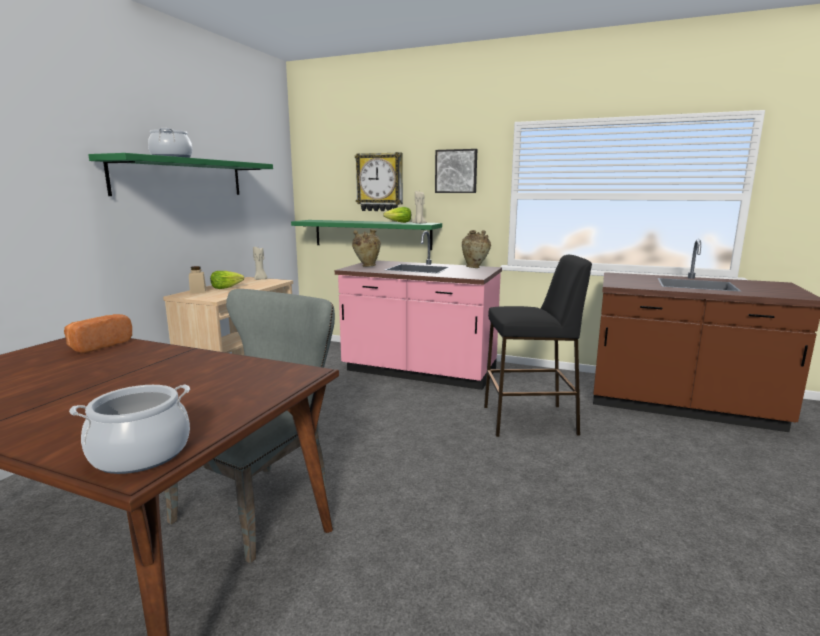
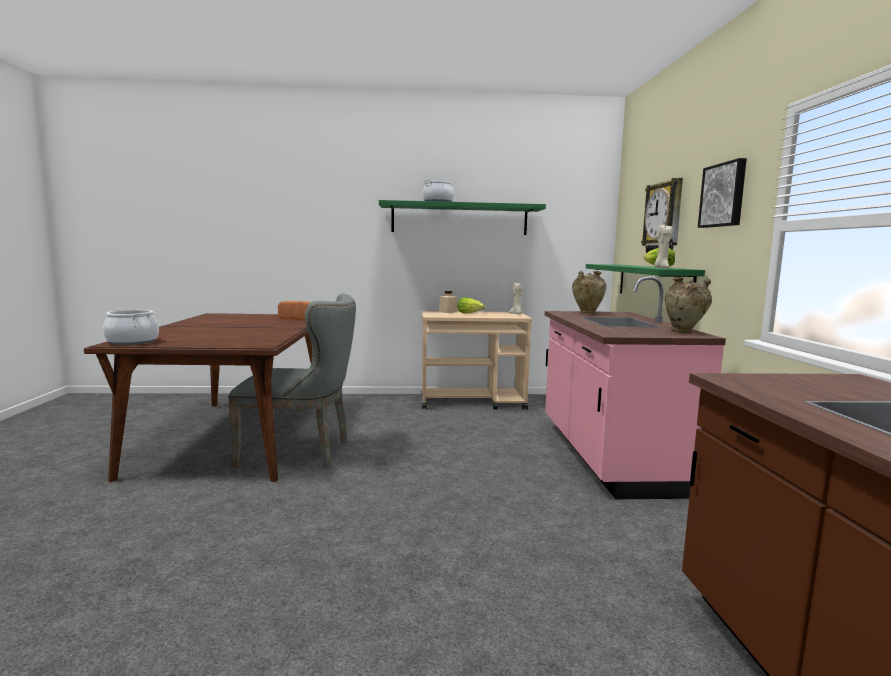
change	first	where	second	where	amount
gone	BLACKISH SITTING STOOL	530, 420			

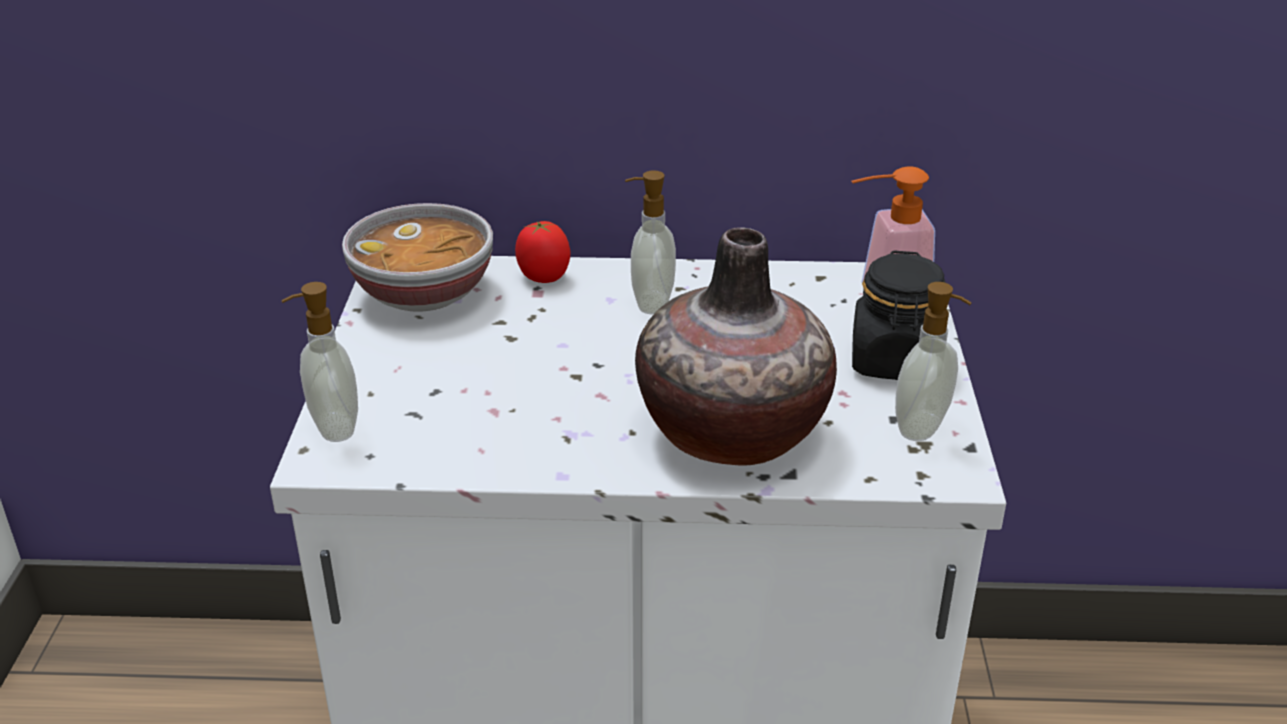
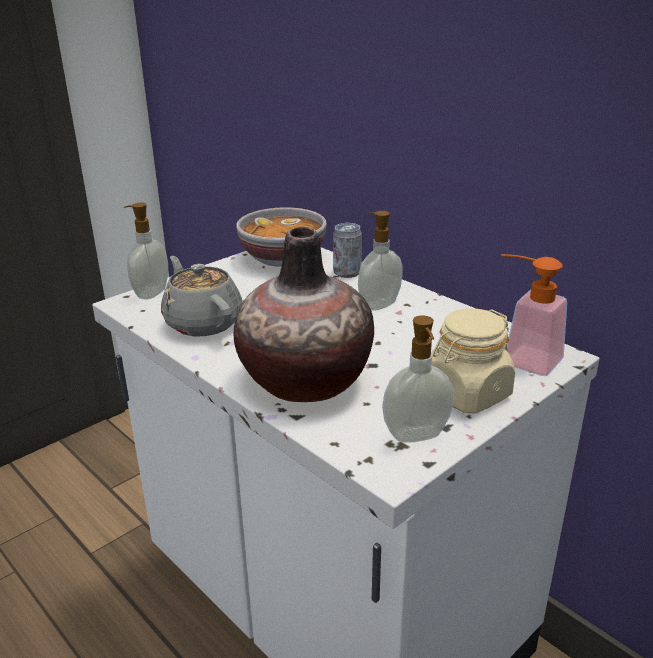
change	first	where	second	where	amount
swapped	FRESH TOMATO	543, 277	METAL CAN	347, 272	
repainted	BLACKISH PRESERVE JAR	895, 361	BEIGE-COLOURED PRESERVE JAR	467, 394	
new			GREY POT FOR TEA	203, 322	

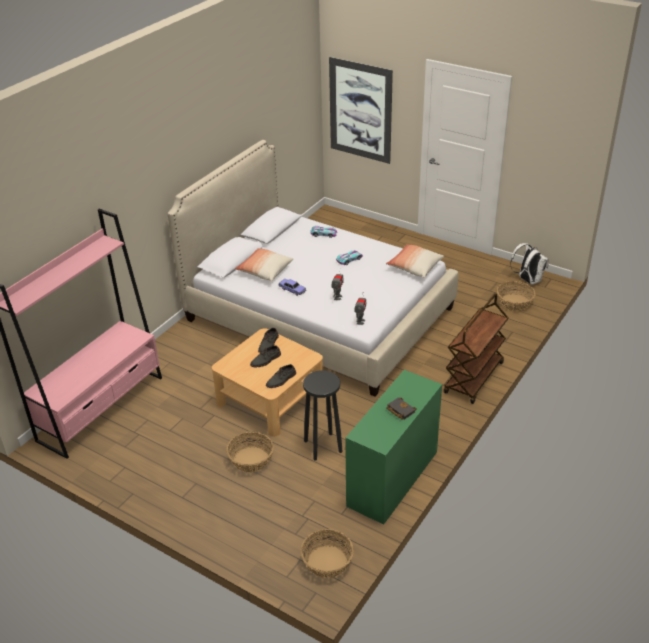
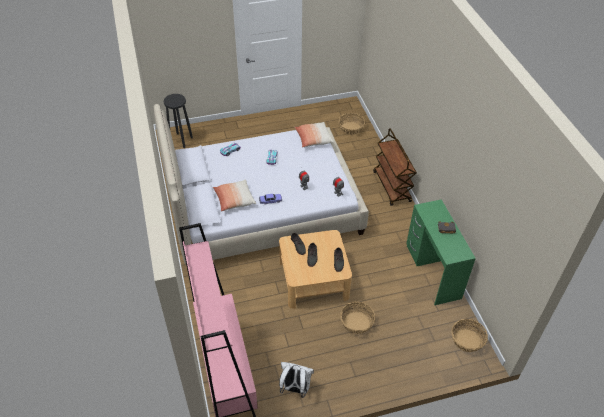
change	first	where	second	where	amount
gone	PICTURE	360, 110			
shifted	WHITISH KNAPSACK	528, 280		295, 388	
shifted	BLACKISH SITTING STOOL	323, 446		181, 140	

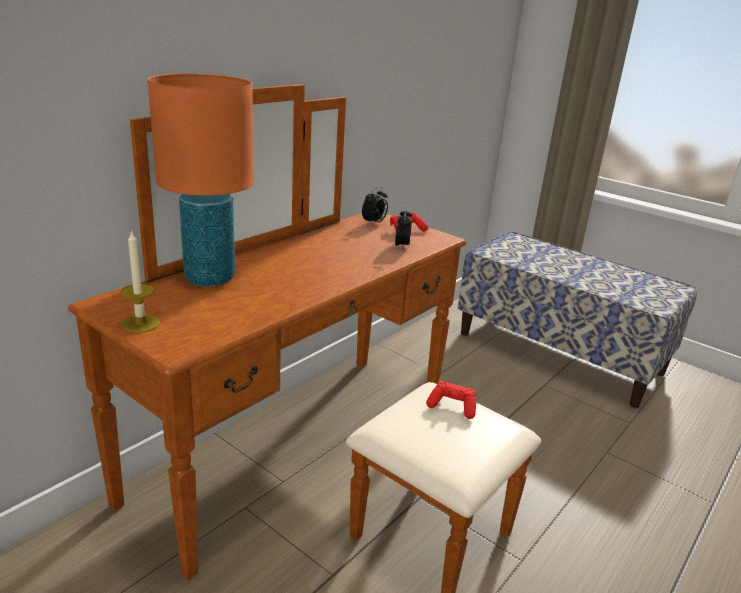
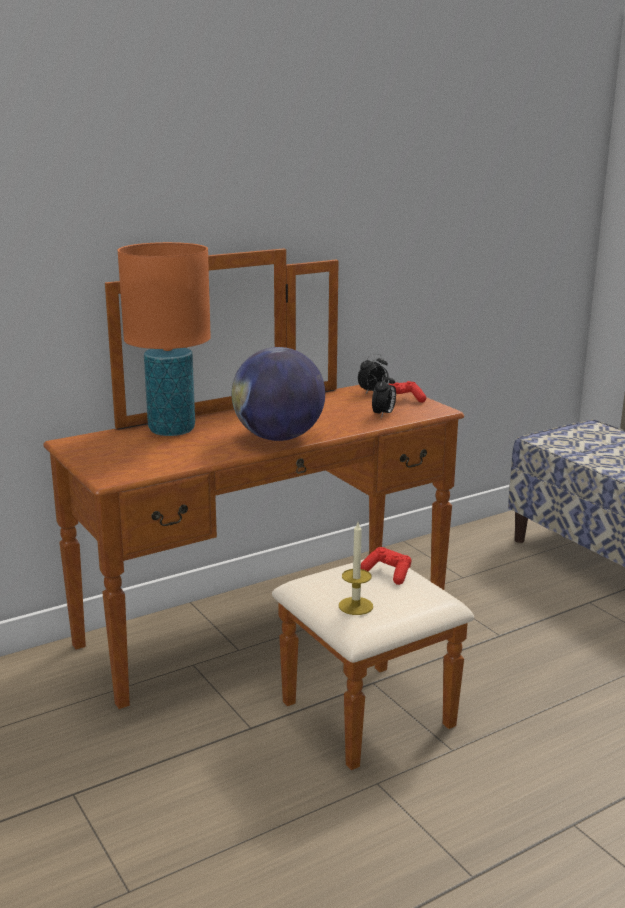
change	first	where	second	where	amount
shifted	CANDLE	140, 323		355, 606	
new			WORLD GLOBE	278, 438	

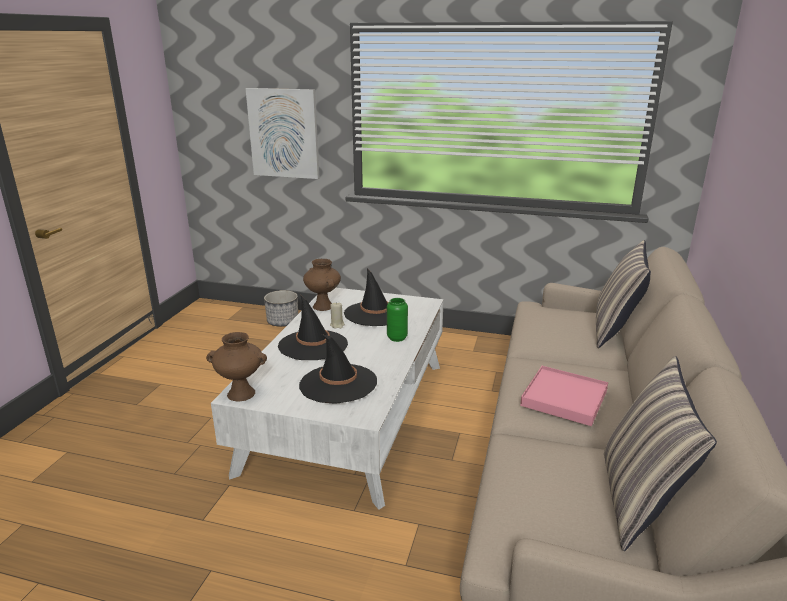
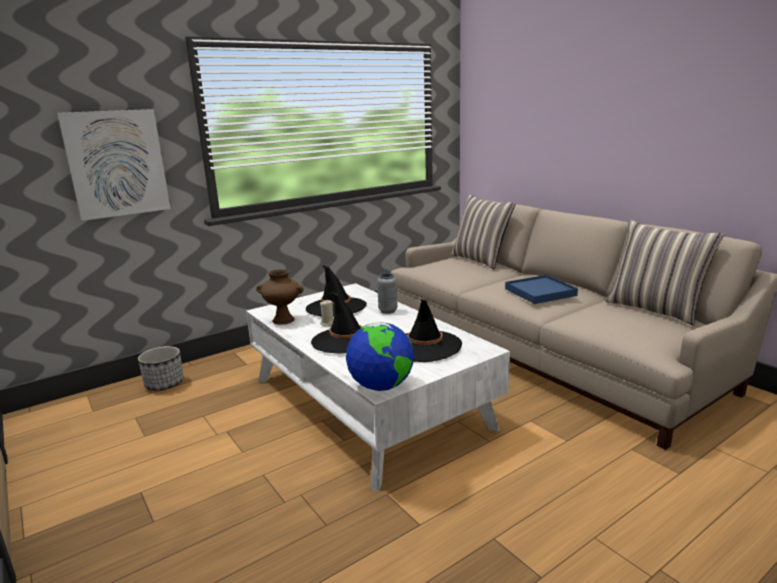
change	first	where	second	where	amount
repainted	GREENISH DECORATIVE VASE	397, 338	GREY DECORATIVE VASE	388, 311	
swapped	BROWN-COLOURED DECORATIVE VASE	242, 393	WORLD GLOBE	381, 386	
repainted	PINK CARRYING TRAY	564, 398	BLUE CARRYING TRAY	540, 292	

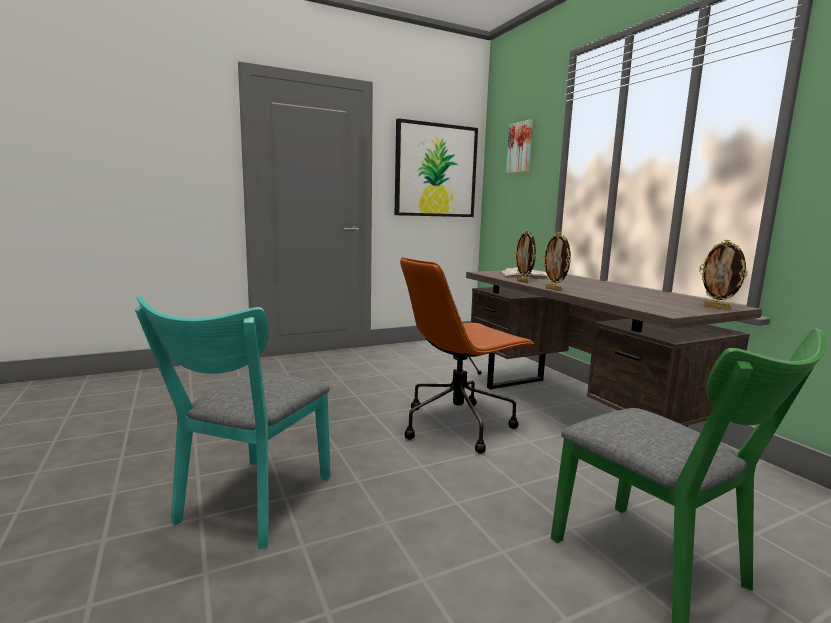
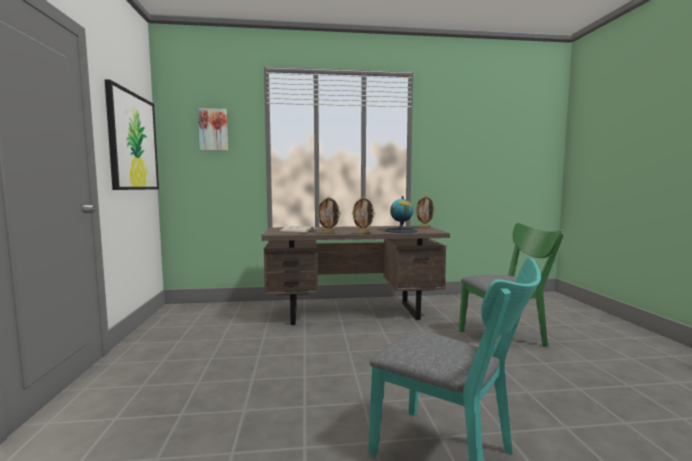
change	first	where	second	where	amount
gone	BROWN-COLOURED COMPUTER CHAIR	458, 424			
new			WORLD GLOBE	401, 231	

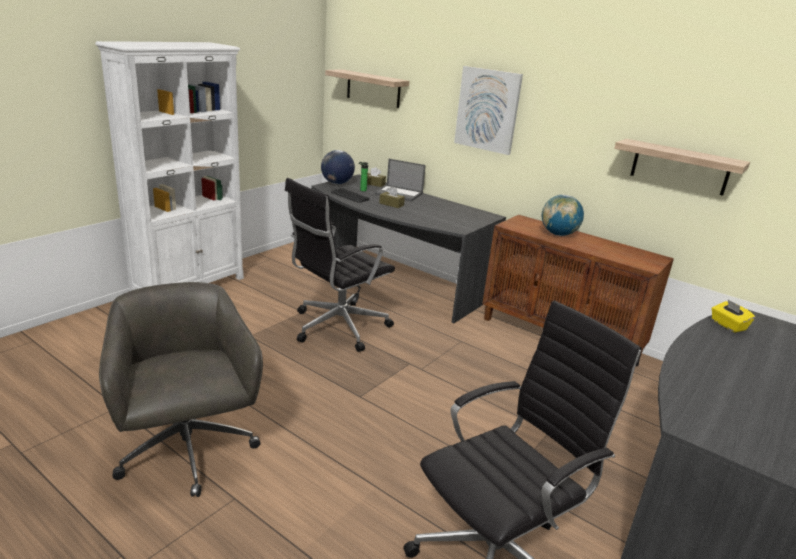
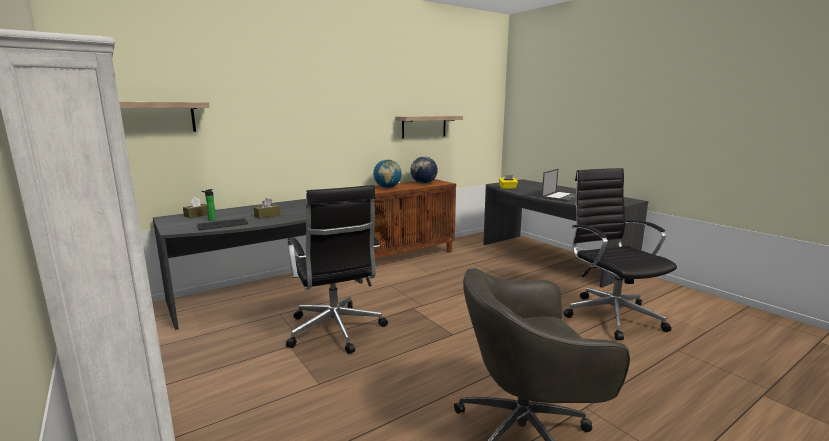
change	first	where	second	where	amount
gone	PICTURE	487, 110			
shifted	WORLD GLOBE	337, 183		423, 183	
shifted	NOTEBOOK COMPUTER	399, 194		561, 197	

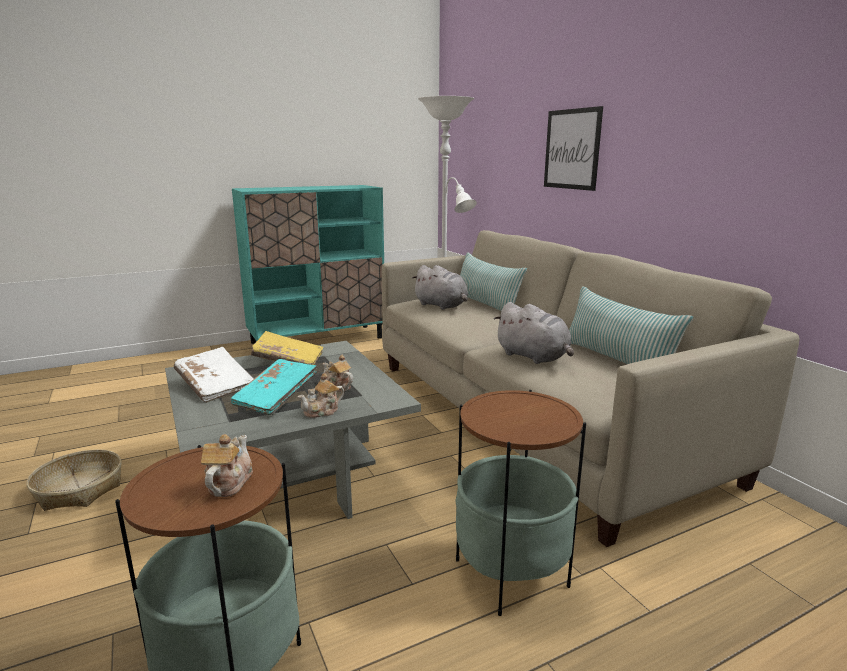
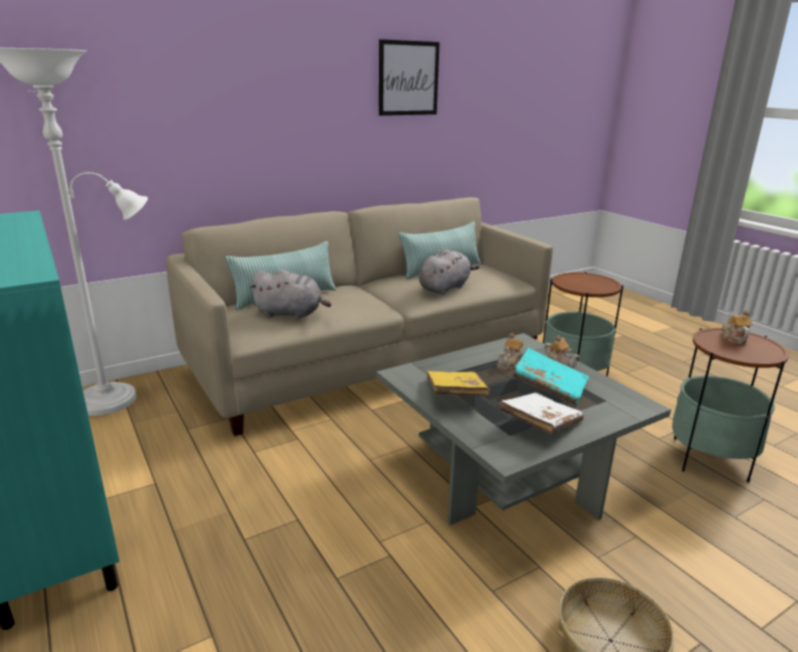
change	first	where	second	where	amount
shifted	PICTURE	572, 149		408, 78	
rotated	GREY PLUSH TOY	442, 306		291, 314	60 degrees clockwise
rotated	POT FOR TEA	228, 483		733, 338	90 degrees clockwise

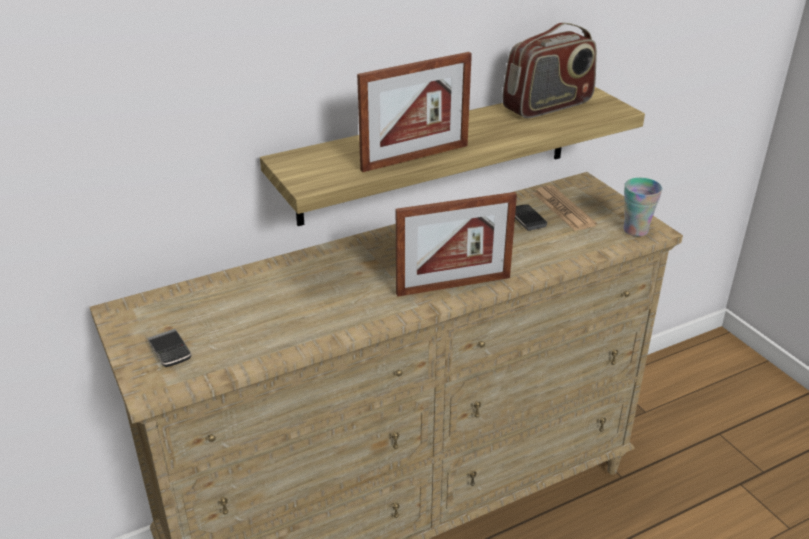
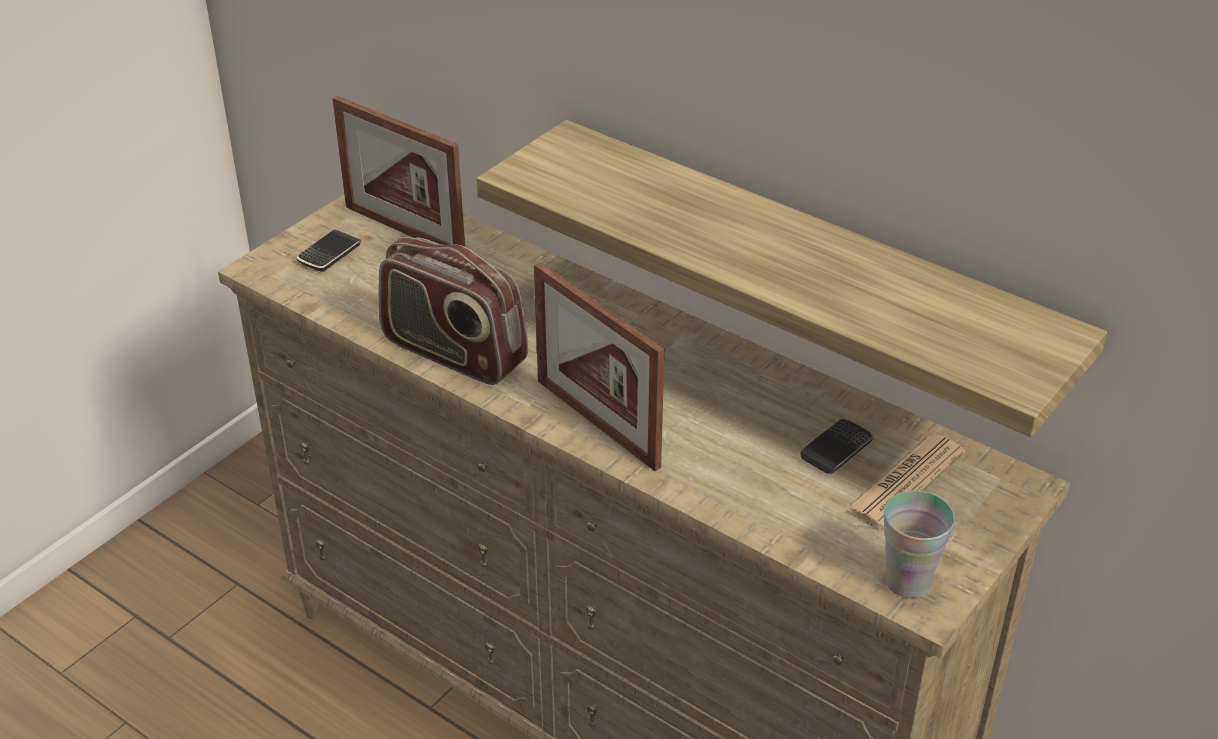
change	first	where	second	where	amount
shifted	RADIO SET	548, 106		453, 352	
shifted	PHOTO FRAME	415, 157		404, 231	

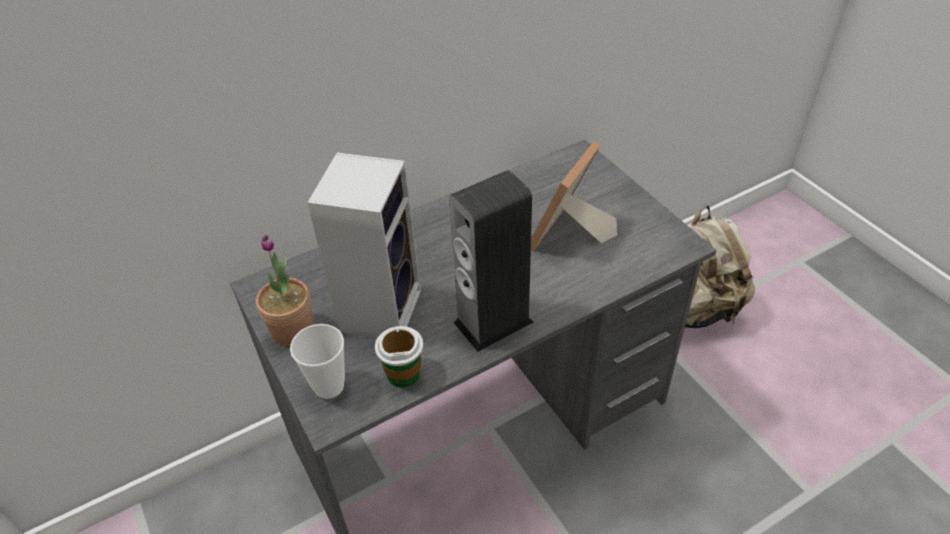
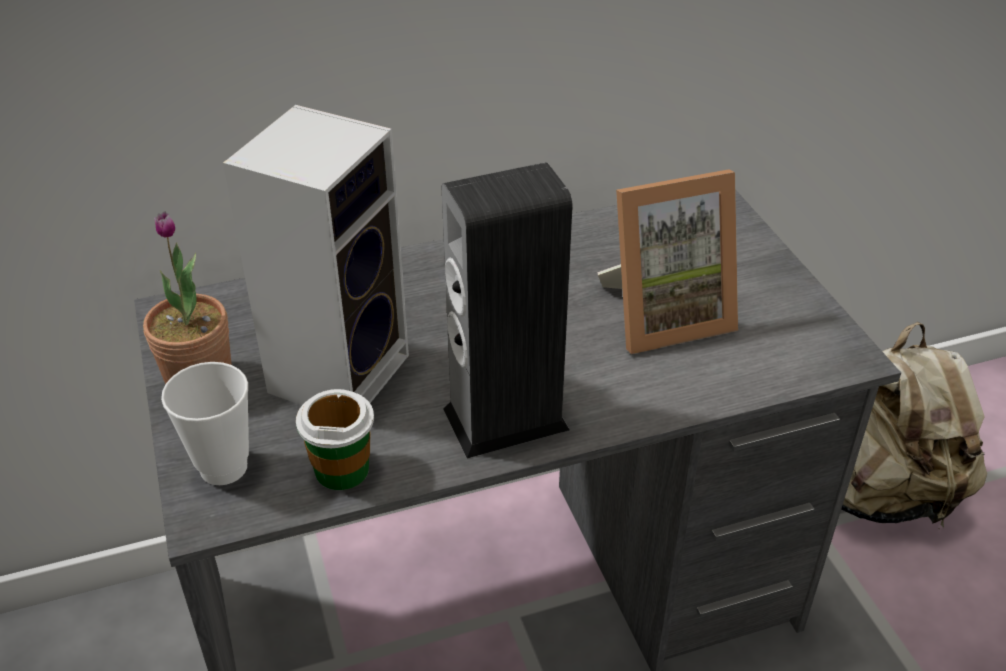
change	first	where	second	where	amount
rotated	PHOTO FRAME	569, 236		664, 315	150 degrees counterclockwise

